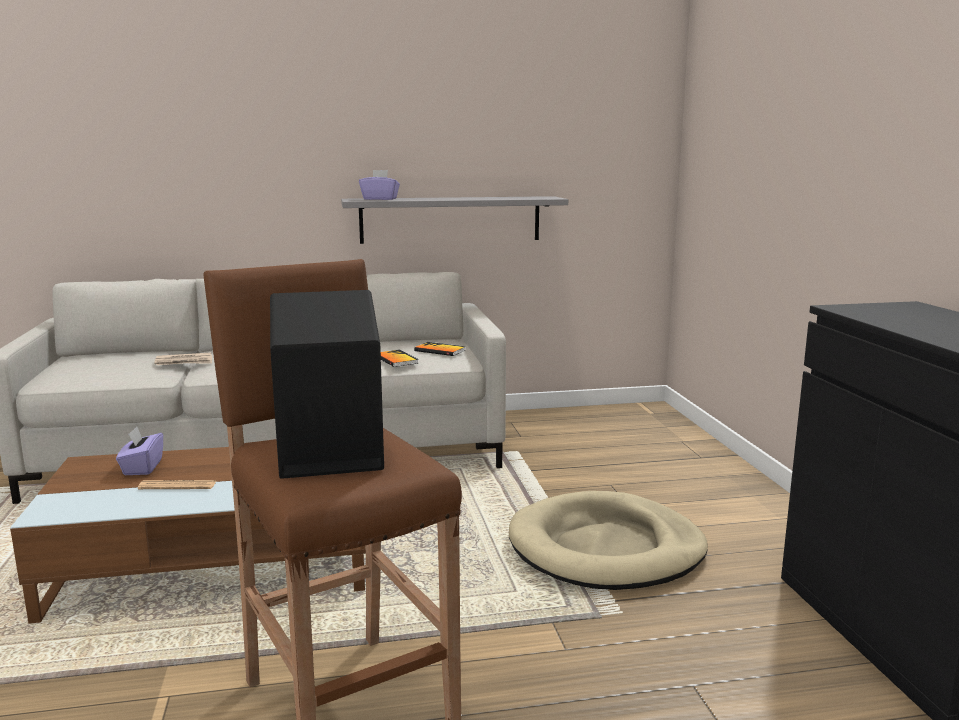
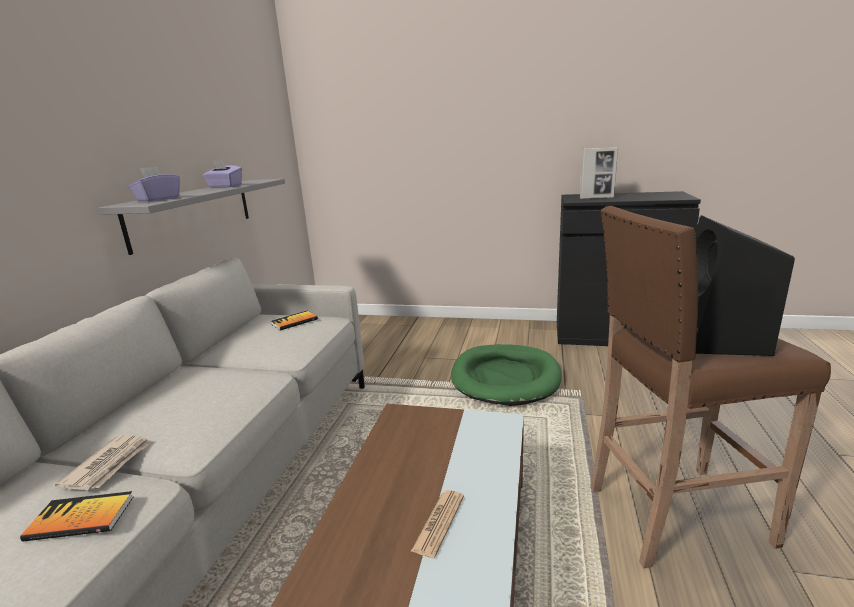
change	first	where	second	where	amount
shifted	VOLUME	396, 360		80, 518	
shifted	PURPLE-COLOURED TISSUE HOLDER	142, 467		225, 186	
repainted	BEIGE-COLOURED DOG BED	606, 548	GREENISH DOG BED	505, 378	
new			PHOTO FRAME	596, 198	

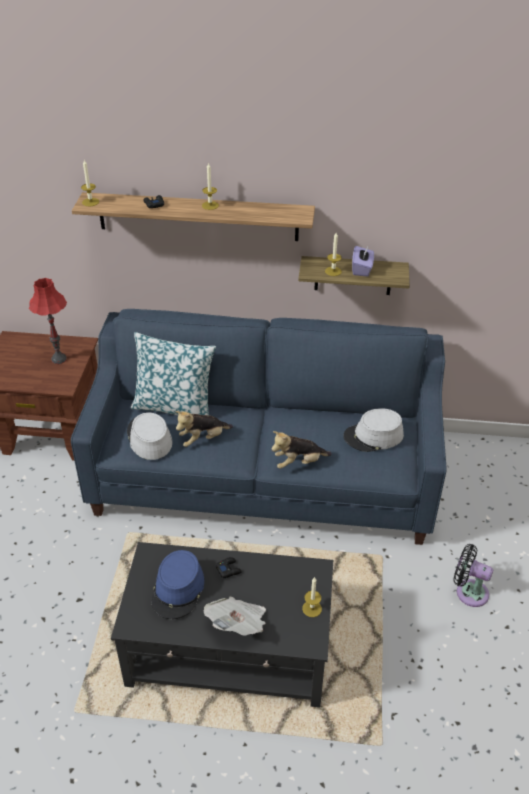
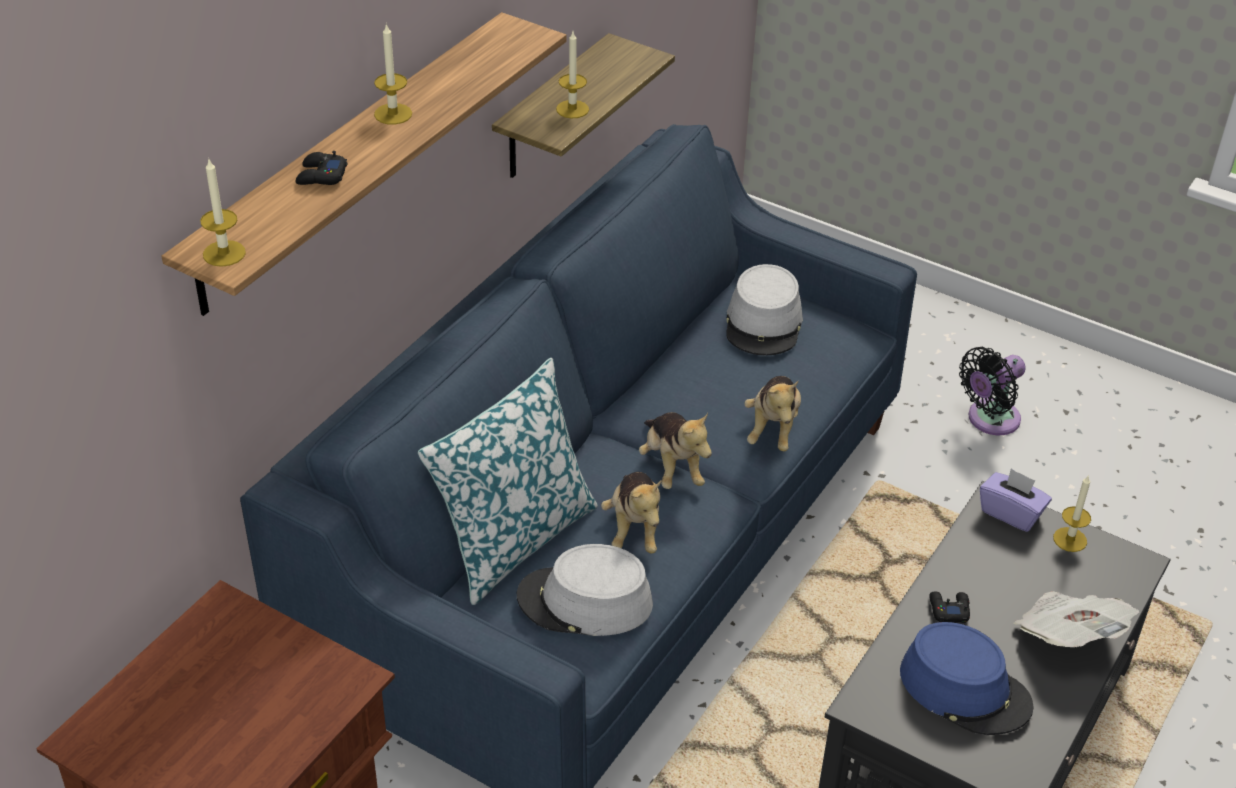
change	first	where	second	where	amount
shifted	PURPLE-COLOURED TISSUE HOLDER	362, 269		1011, 513	
gone	RED-COLOURED TABLE LAMP	59, 359			
new			PLUSH TOY	672, 467	

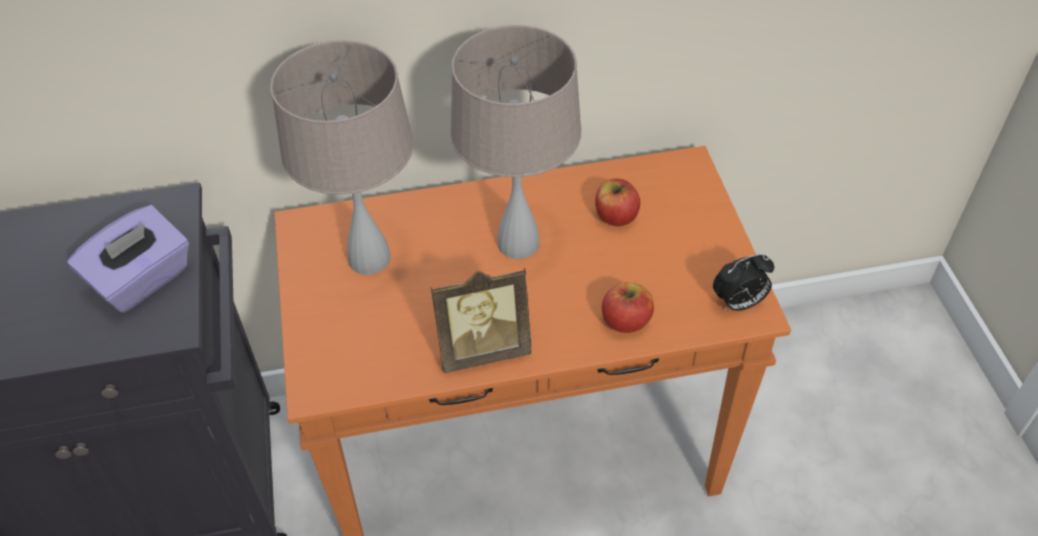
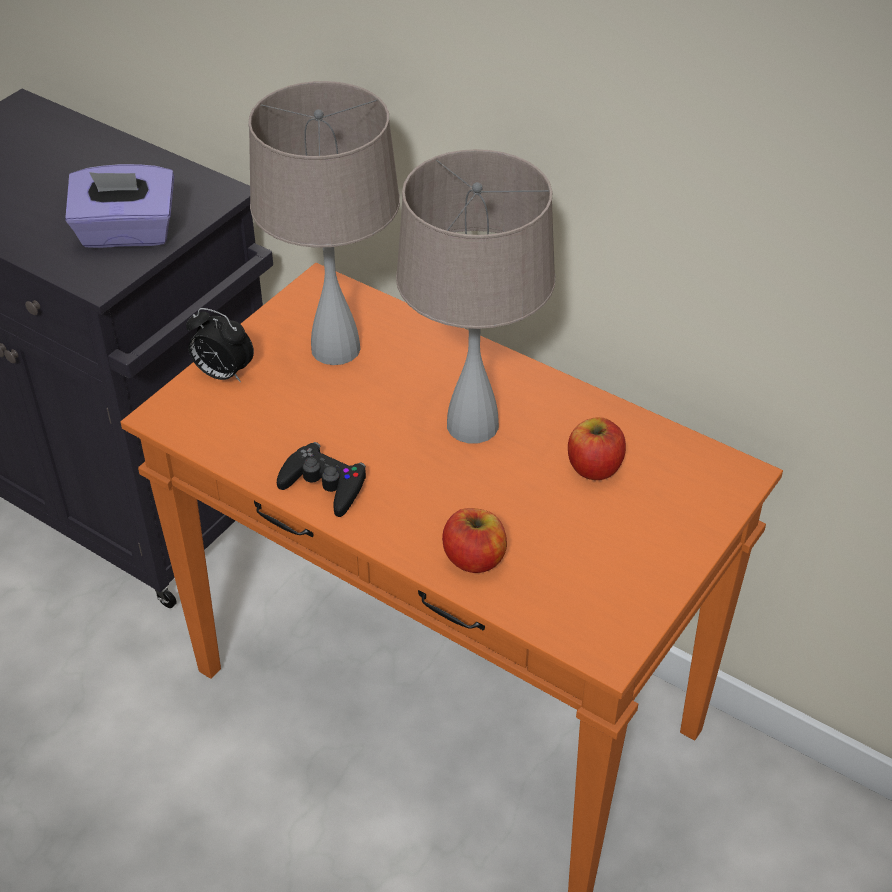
change	first	where	second	where	amount
shifted	TABLE CLOCK	738, 303		222, 374	
swapped	PHOTO FRAME	483, 349	BLACKISH JOYPAD	324, 485	

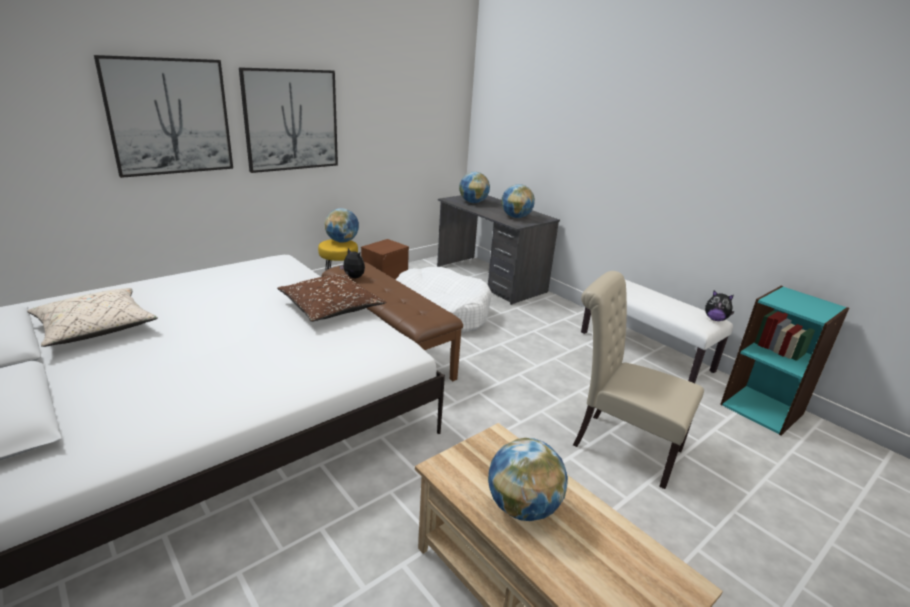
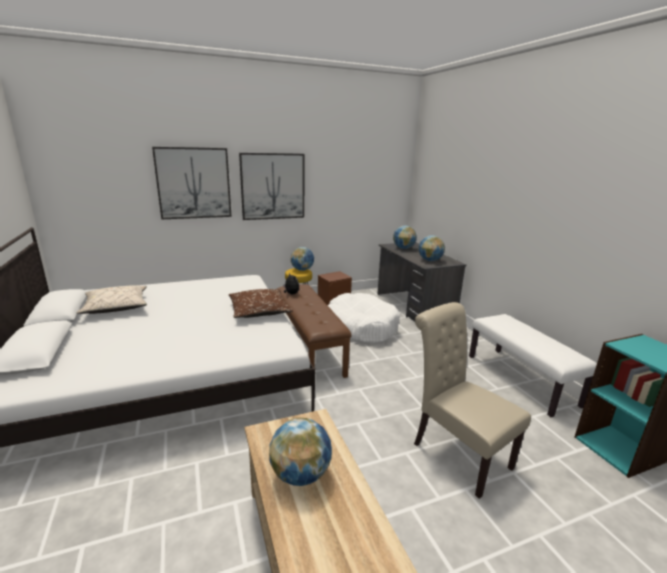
change	first	where	second	where	amount
gone	PLUSH TOY	715, 319			

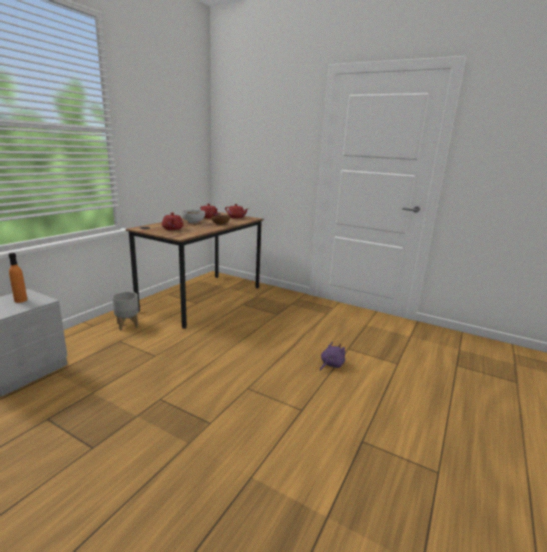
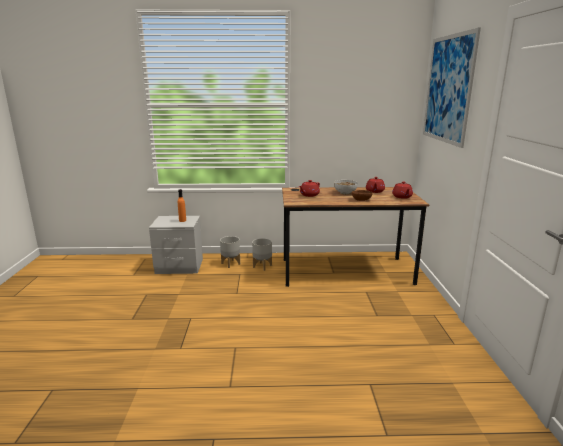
change	first	where	second	where	amount
gone	PURPLE-COLOURED PLUSH TOY	331, 365			
new			PICTURE	448, 89	
new			GREY PLANT POT	231, 263	

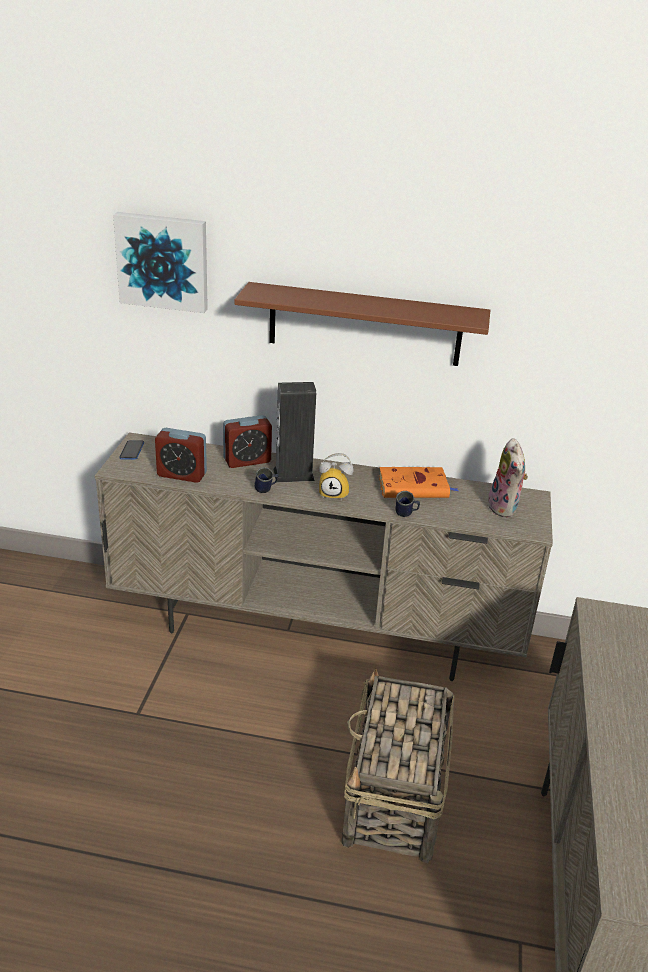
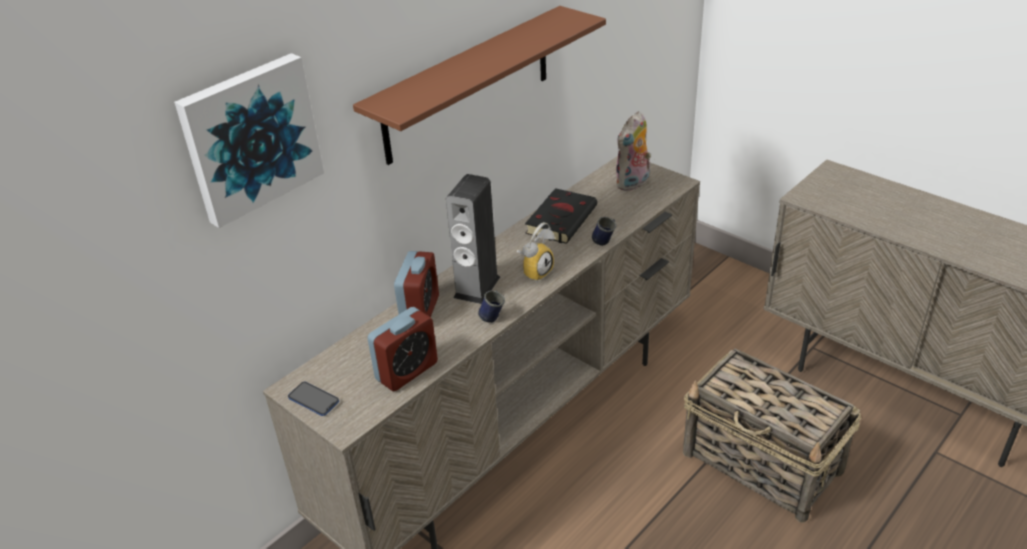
change	first	where	second	where	amount
rotated	PLUSH TOY	505, 508		633, 184	105 degrees clockwise
repainted	ORANGEY VOLUME	415, 487	BLACKISH VOLUME	562, 219	

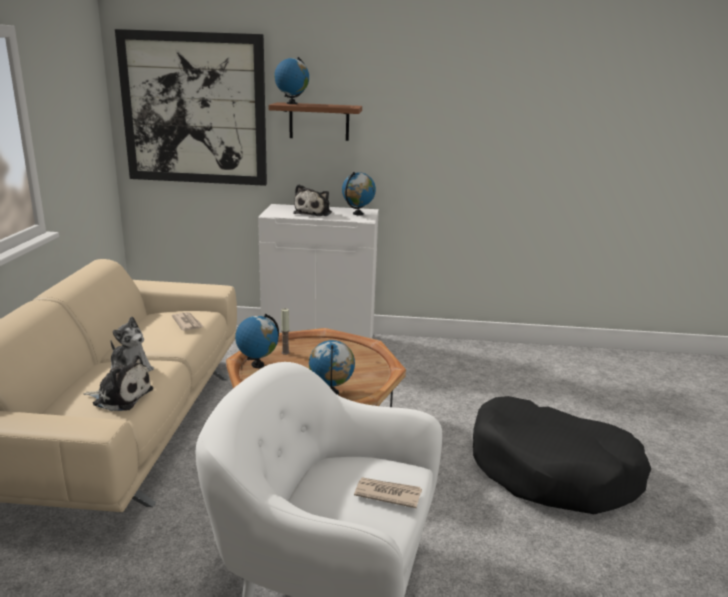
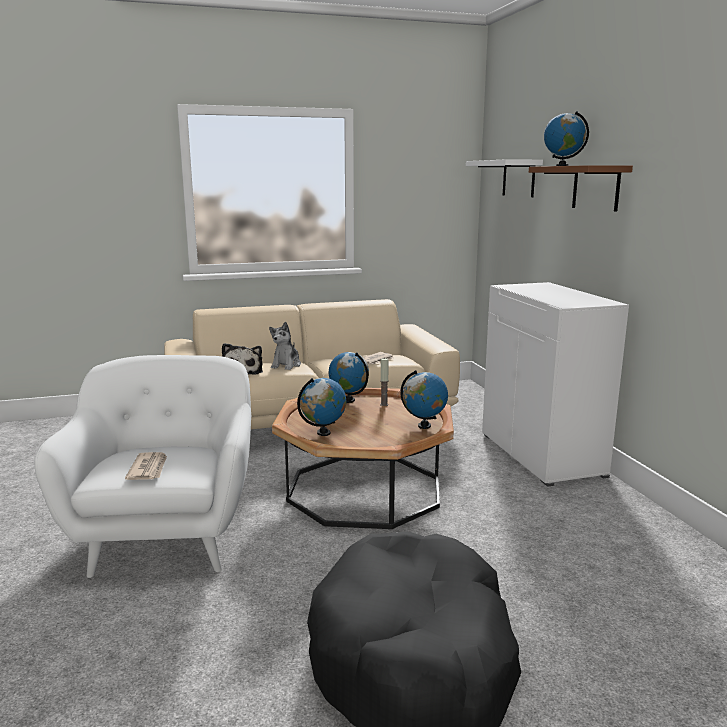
change	first	where	second	where	amount
swapped	PICTURE	194, 109	WHITISH BRACKET SHELF	518, 178	
shifted	WORLD GLOBE	358, 214		424, 426	
gone	PLUSH TOY	314, 213			

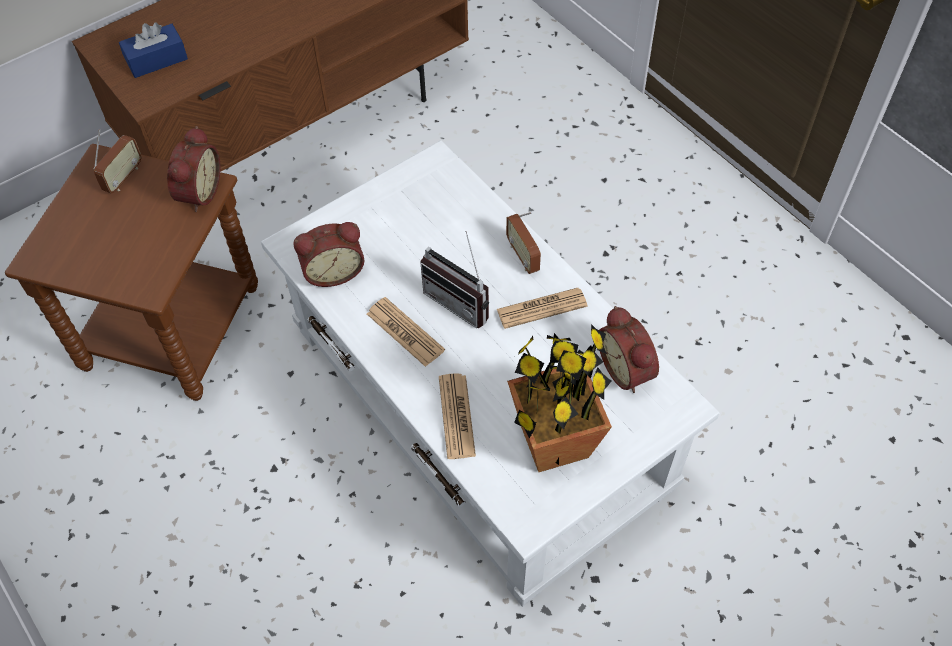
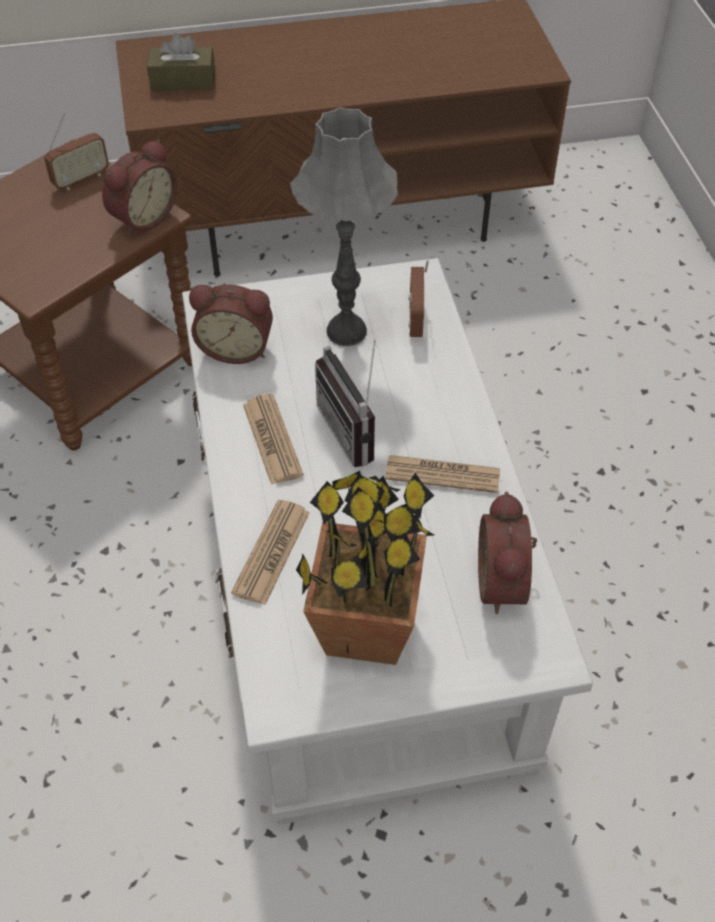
change	first	where	second	where	amount
repainted	BLUE TISSUE HOLDER	156, 60	BROWN-COLOURED TISSUE HOLDER	183, 81	
shifted	RADIO SET	523, 256		416, 320	
new			GREY TABLE LAMP	347, 331	

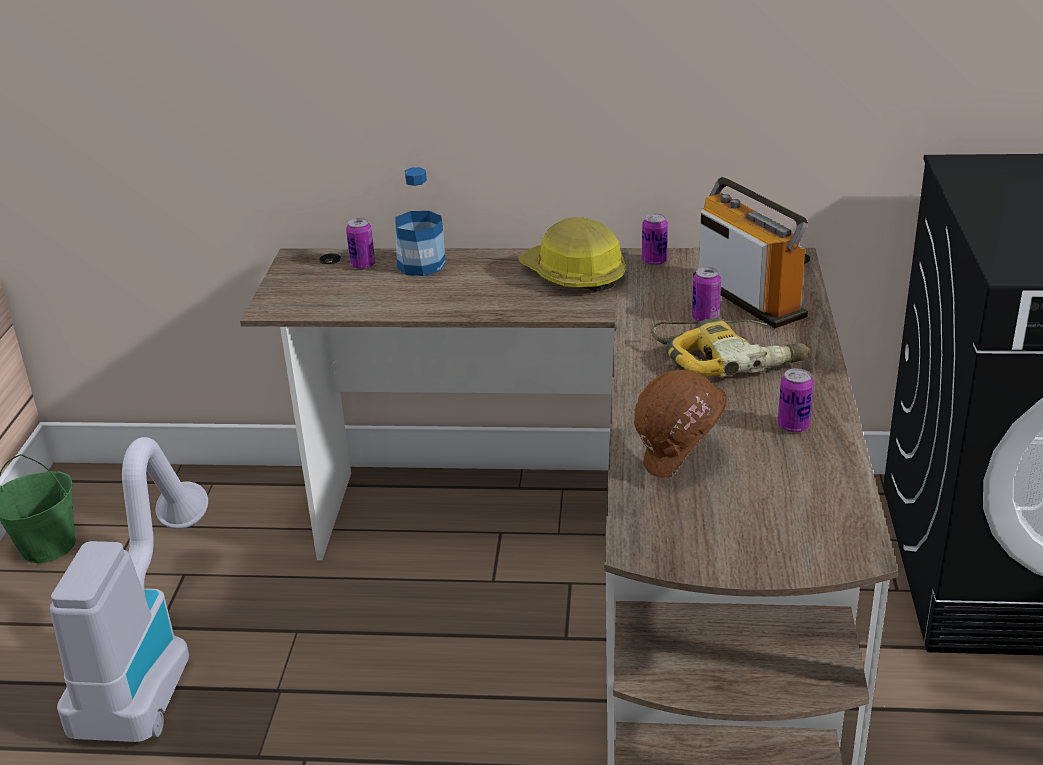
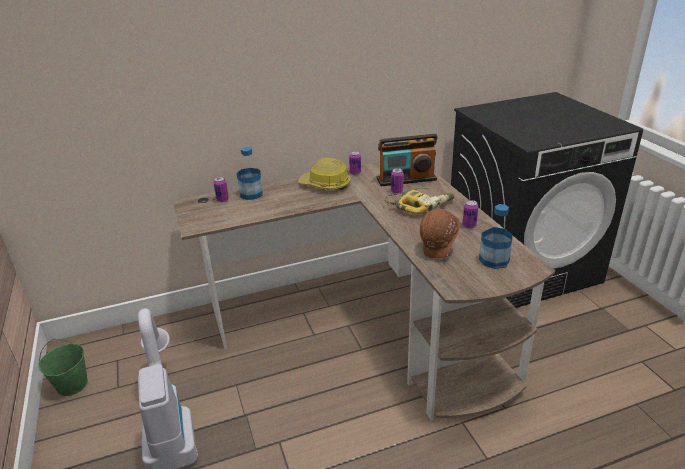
change	first	where	second	where	amount
rotated	RADIO SET	748, 297		406, 179	135 degrees clockwise
new			BOTTLE	494, 260	

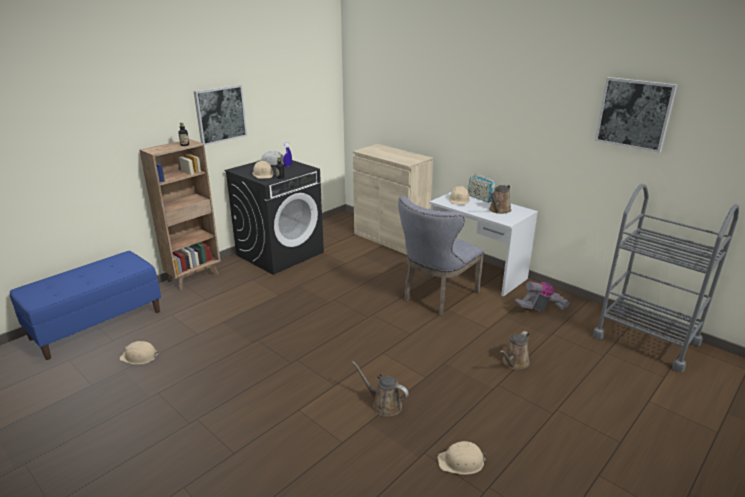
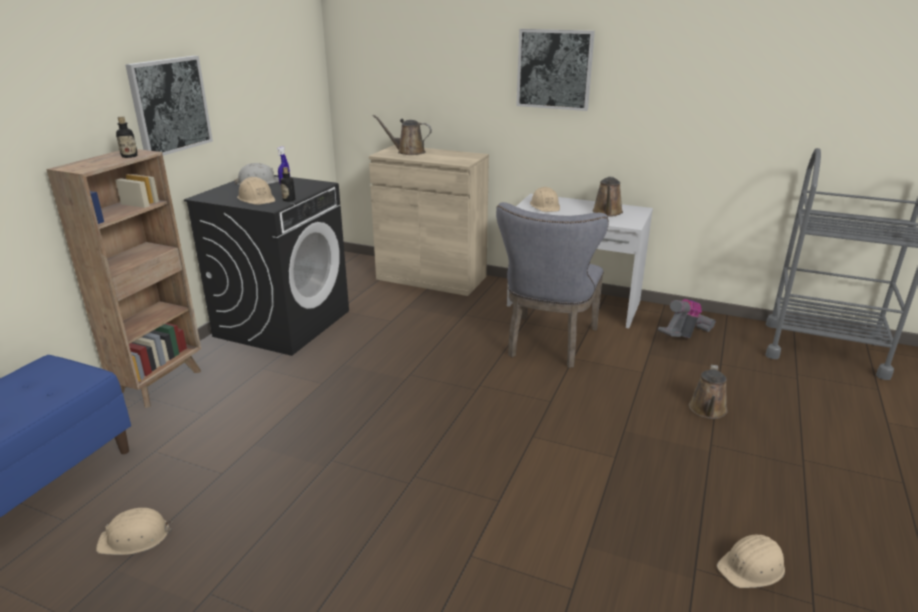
change	first	where	second	where	amount
shifted	PICTURE	634, 114		554, 69	
gone	RADIO SET	480, 198			
shifted	BROWN-COLOURED SPRINKLING CAN	384, 404		408, 152	

